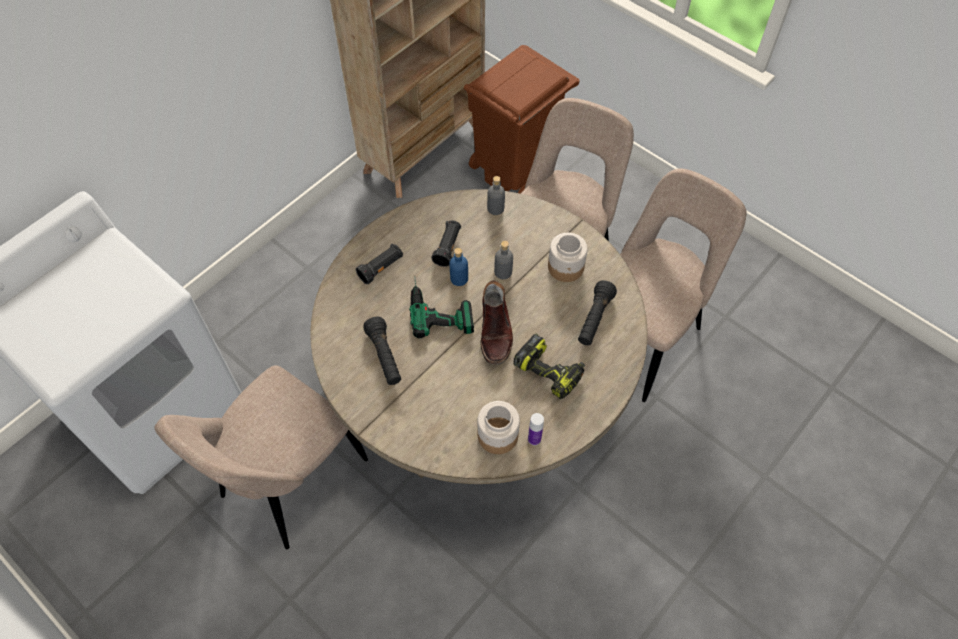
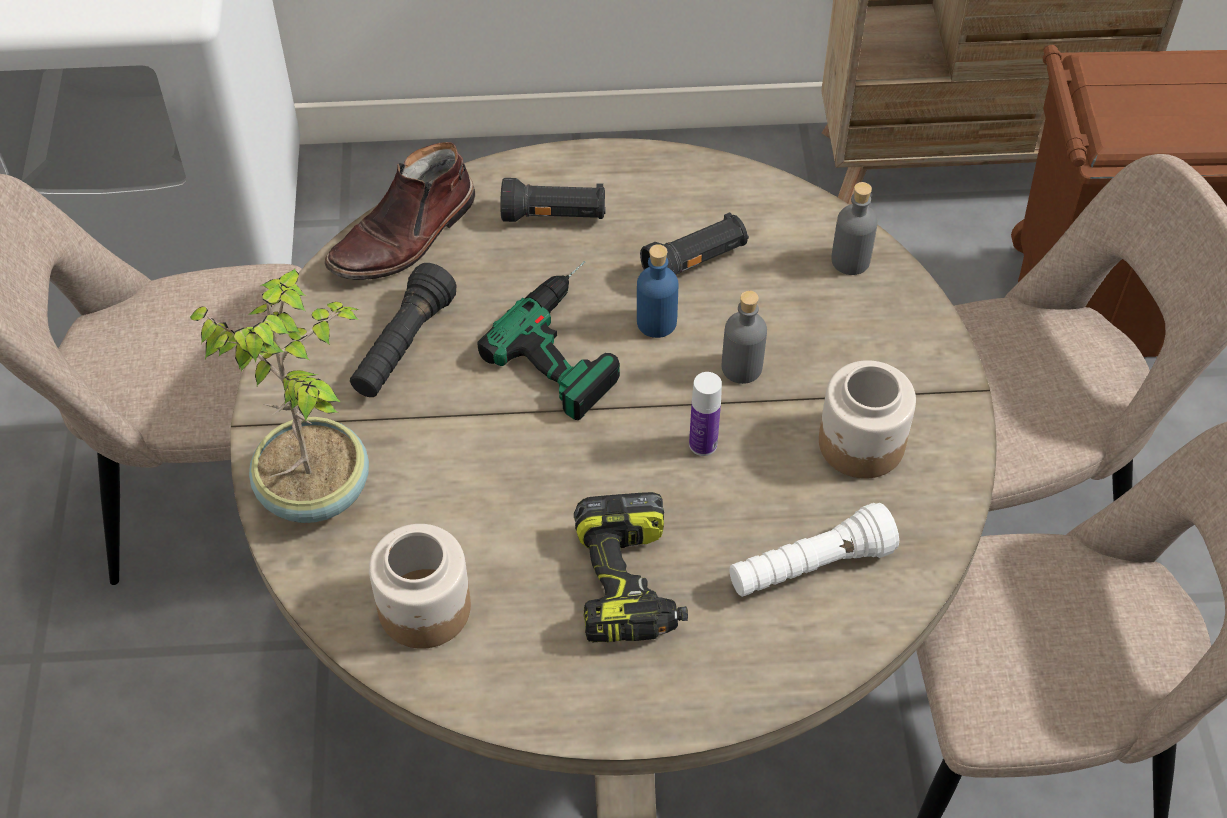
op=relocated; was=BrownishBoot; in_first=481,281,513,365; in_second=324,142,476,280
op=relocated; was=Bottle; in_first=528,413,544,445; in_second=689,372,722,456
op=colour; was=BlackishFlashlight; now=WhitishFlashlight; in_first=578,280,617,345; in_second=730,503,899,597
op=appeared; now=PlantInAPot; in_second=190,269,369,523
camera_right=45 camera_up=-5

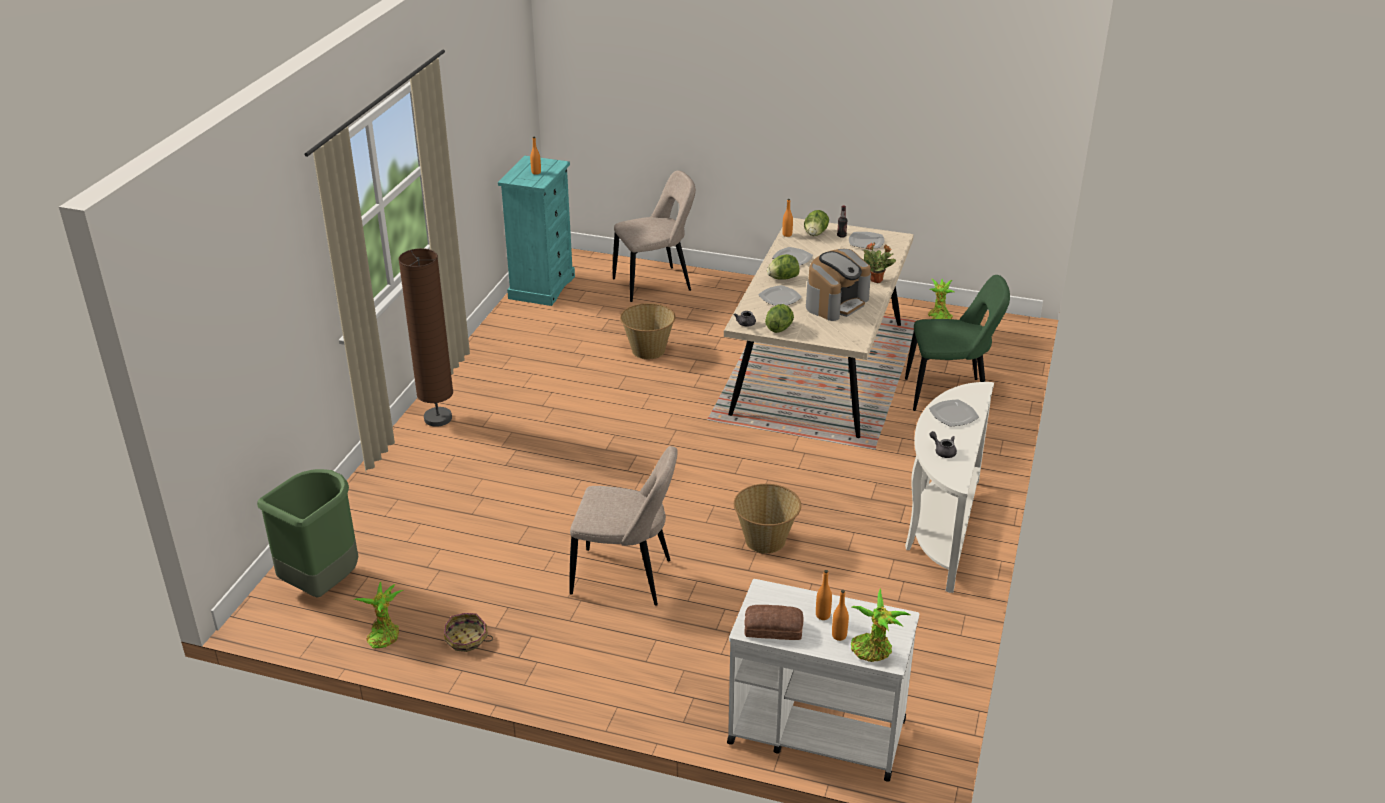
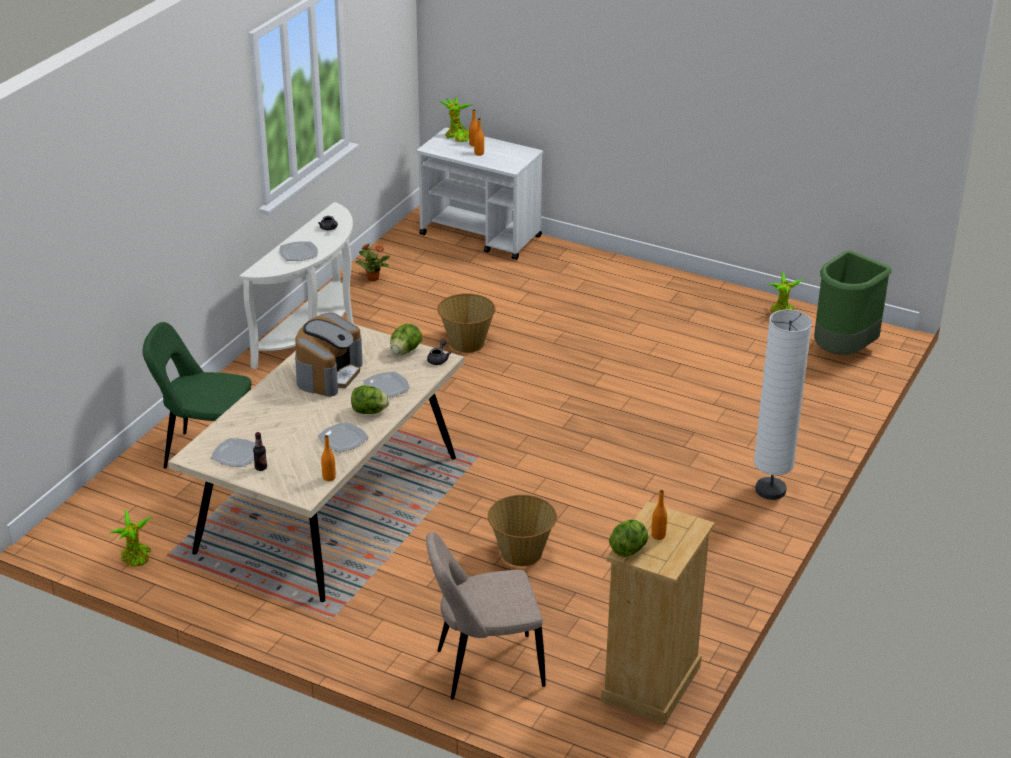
op=colour; was=BrownishFloorLamp; now=WhitishFloorLamp; in_first=399,248,453,427; in_second=754,310,812,500
op=missing; was=StorageBasket; in_first=444,613,493,652
op=colour; was=BlueGreenDrawerChest; now=BeigeColouredDrawerChest; in_first=498,156,575,306; in_second=601,502,715,725
op=missing; was=BeigeColouredUprightChair; in_first=569,446,678,606
op=missing; was=Bread; in_first=744,605,804,640
op=relocated; was=Lettuce; in_first=804,210,829,236; in_second=609,519,648,557
op=spun; was=CoffeeMaker; in_first=806,249,871,321; in_second=295,313,363,397; clockwise=150
op=relocated; was=PlantInAPot; in_first=863,243,896,283; in_second=355,244,390,282
camera_right=-170 camera_up=0

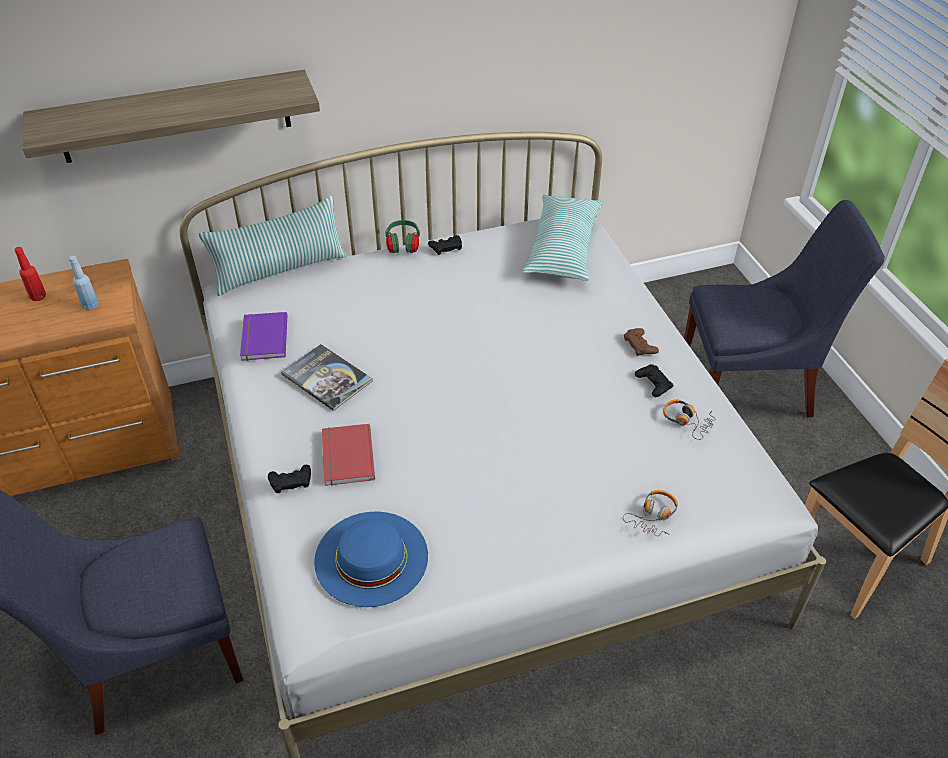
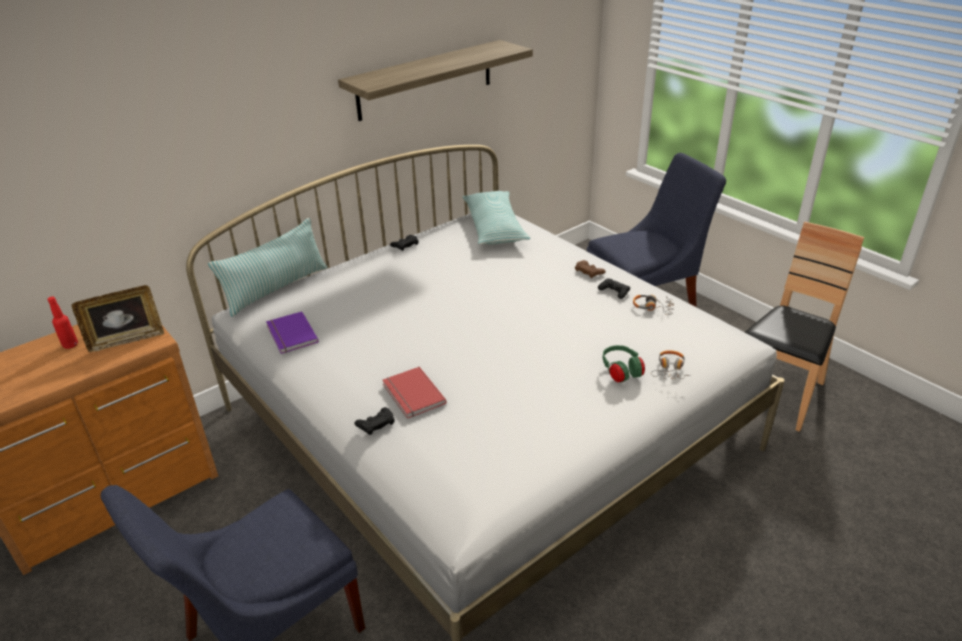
op=relocated; was=Shelf; in_first=23,70,320,163; in_second=338,40,533,121
op=exchanged; was=BlueBottle; now=StandingFrame; in_first=69,256,98,310; in_second=72,285,164,352
op=missing; was=BoundBook; in_first=281,344,373,411
op=missing; was=BlueHat; in_first=314,512,428,607
op=relocated; was=GreenPairOfHeadphones; in_first=386,220,420,253; in_second=602,345,645,382
camera_right=-20 camera_up=-10

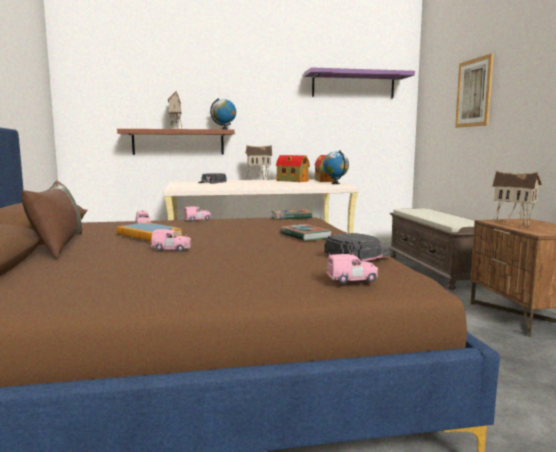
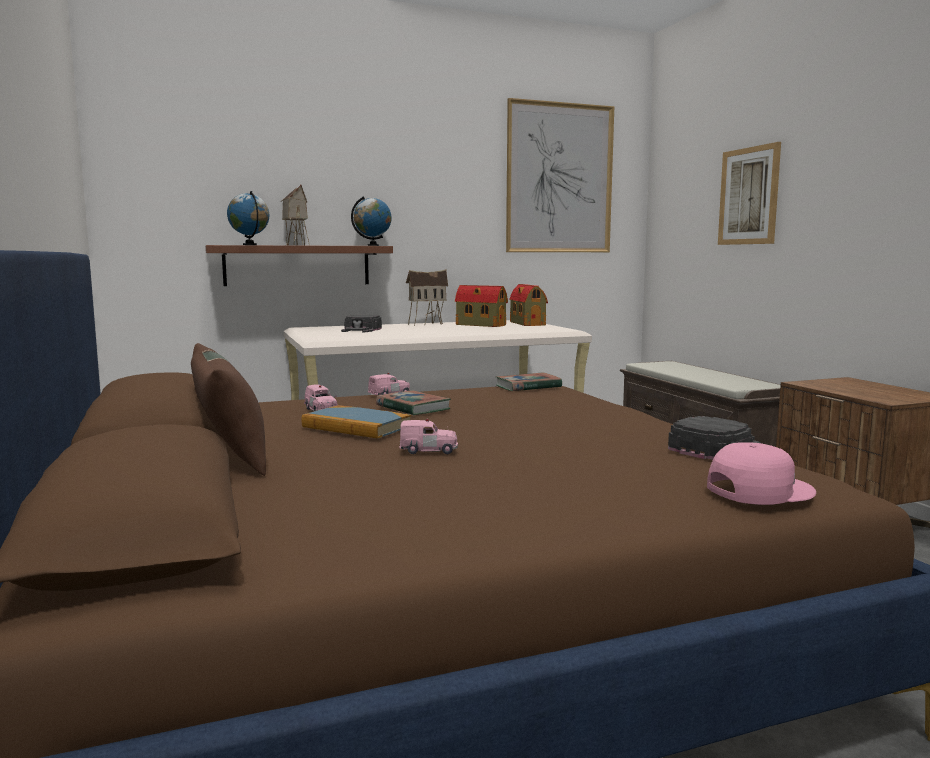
op=relocated; was=BoundBook; in_first=280,224,332,241; in_second=376,390,451,416
op=exchanged; was=PurplishShelf; now=WallPicture; in_first=304,67,415,98; in_second=506,98,614,252
op=relocated; was=WorldGlobe; in_first=323,150,349,184; in_second=227,191,269,245
op=exchanged; was=PinkColouredMiniatureCar; now=PinkColouredBaseballCap; in_first=326,253,378,284; in_second=707,442,816,505
op=missing; was=MiniatureHouse; in_first=492,171,542,227
camera_right=-10 camera_up=0

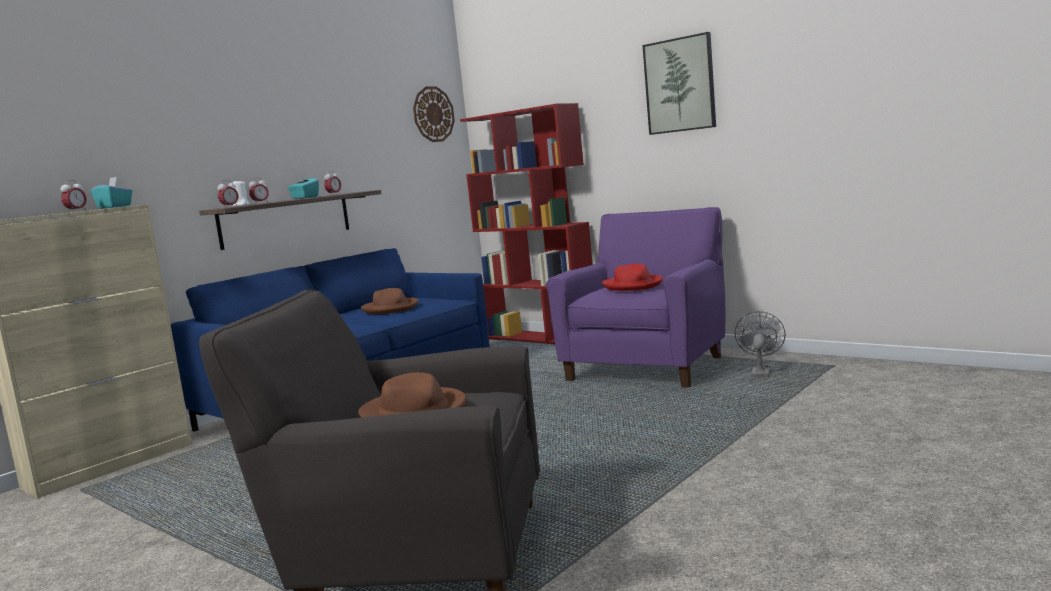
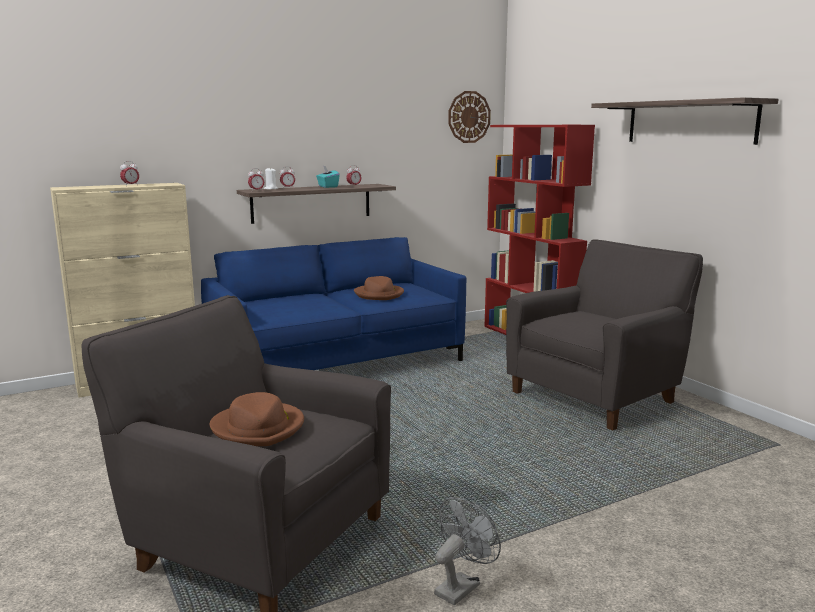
op=missing; was=BlueGreenTissueHolder; in_first=91,177,133,209
op=colour; was=PurplishEasyChair; now=GrayEasyChair; in_first=546,207,726,388; in_second=506,240,703,430
op=missing; was=RedColouredHat; in_first=602,264,663,291
op=exchanged; was=WallPicture; now=Shelf; in_first=642,32,716,135; in_second=591,97,779,145
op=relocated; was=GrayFan; in_first=735,311,786,377; in_second=434,497,501,605
camera_right=20 camera_up=5

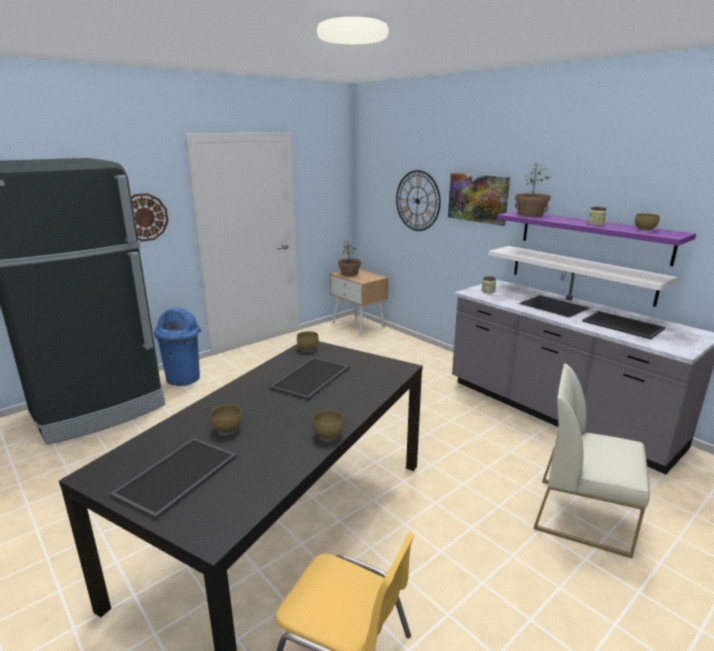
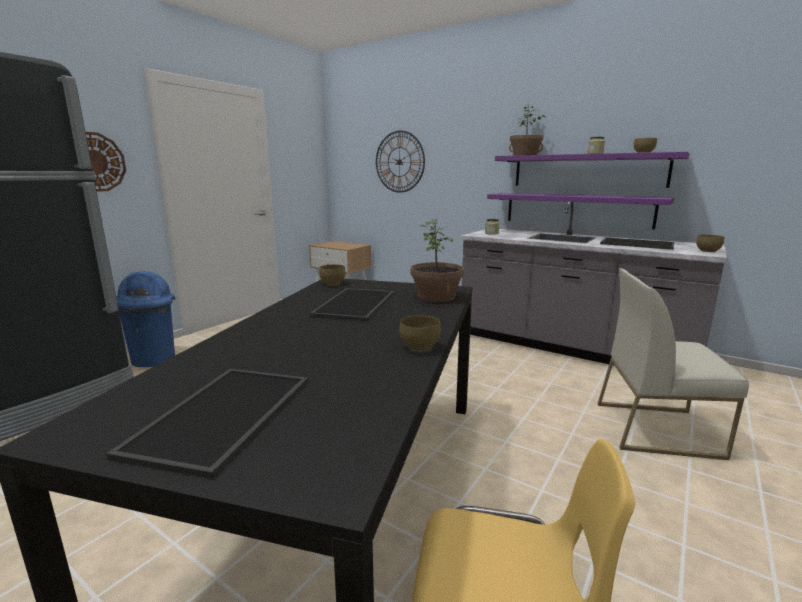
op=relocated; was=BrownishServingBowl; in_first=211,404,242,434; in_second=696,234,724,252
op=relocated; was=PlantInAPot; in_first=338,240,361,276; in_second=410,219,464,302
op=missing; was=WallPicture; in_first=448,173,510,226
op=colour; was=WhitishShelf; now=PurplishShelf; in_first=488,246,677,307; in_second=487,193,674,229
camera_right=-15 camera_up=-5

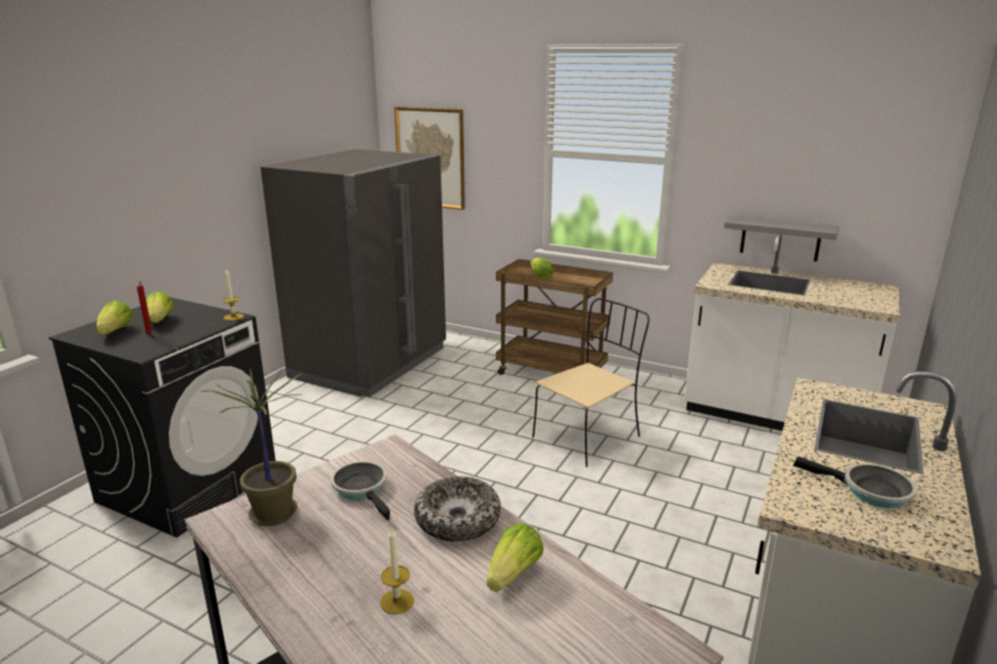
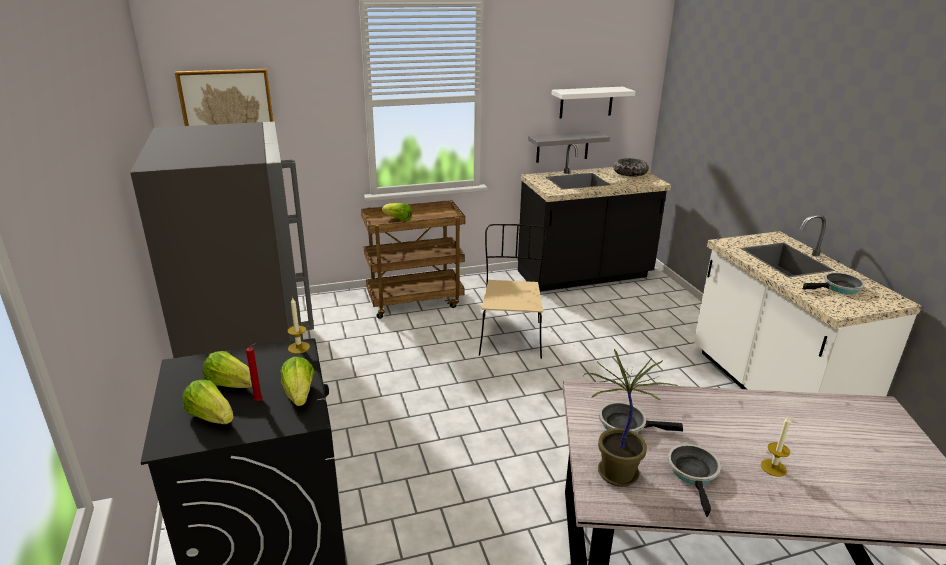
op=relocated; was=ServingBowl; in_first=414,476,501,541; in_second=613,158,649,177
op=relocated; was=Lettuce; in_first=487,523,543,592; in_second=281,357,315,406
op=colour; was=WhitishKitchenCounter; now=BlackishKitchenCounter; in_first=684,234,900,431; in_second=518,144,671,292
op=appeared; now=WhitishShelf; in_second=552,87,635,118
op=appeared; now=Skillet; in_second=668,444,721,517
camera_right=-45 camera_up=5

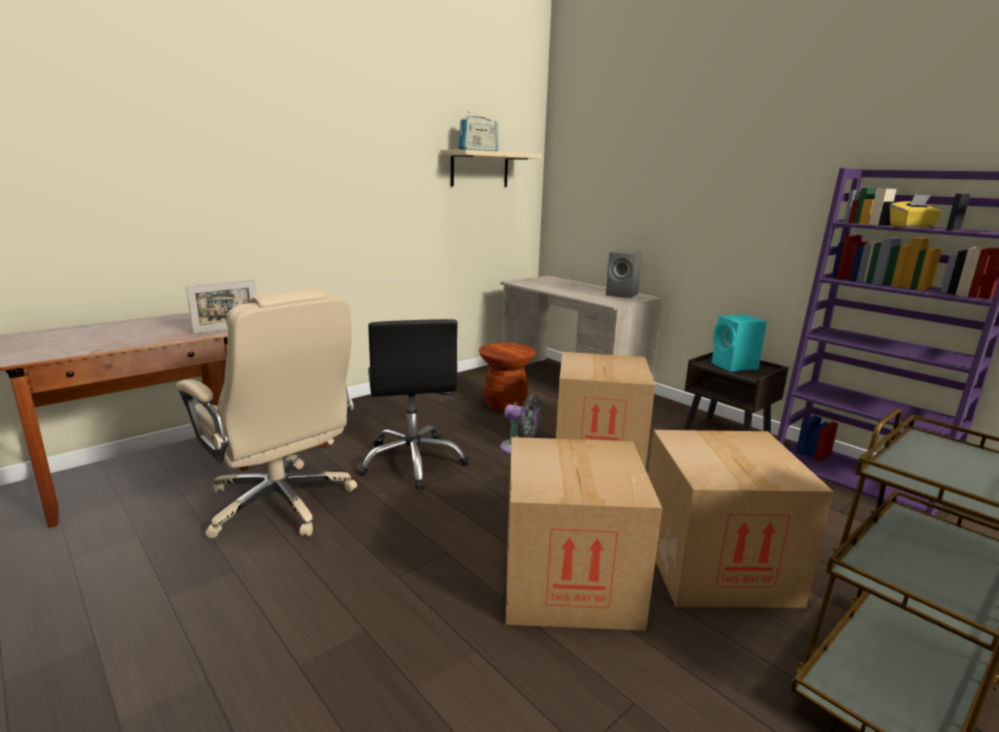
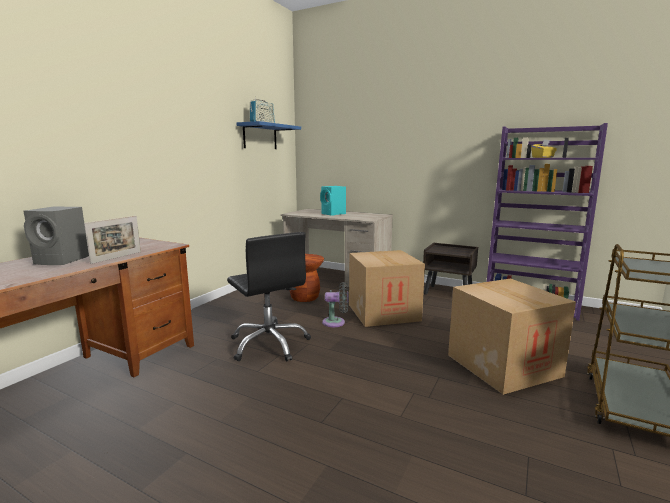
op=missing; was=BeigeColouredComputerChair; in_first=176,288,357,538
op=colour; was=BeigeColouredShelf; now=BlueShelf; in_first=441,150,542,187; in_second=236,121,301,149
op=missing; was=CardboardBox; in_first=506,437,662,631
op=relocated; was=GrayLoudspeaker; in_first=606,250,643,298; in_second=24,206,89,265
op=relocated; was=BlueGreenLoudspeaker; in_first=712,314,767,372; in_second=320,186,346,215
camera_right=-20 camera_up=-5

